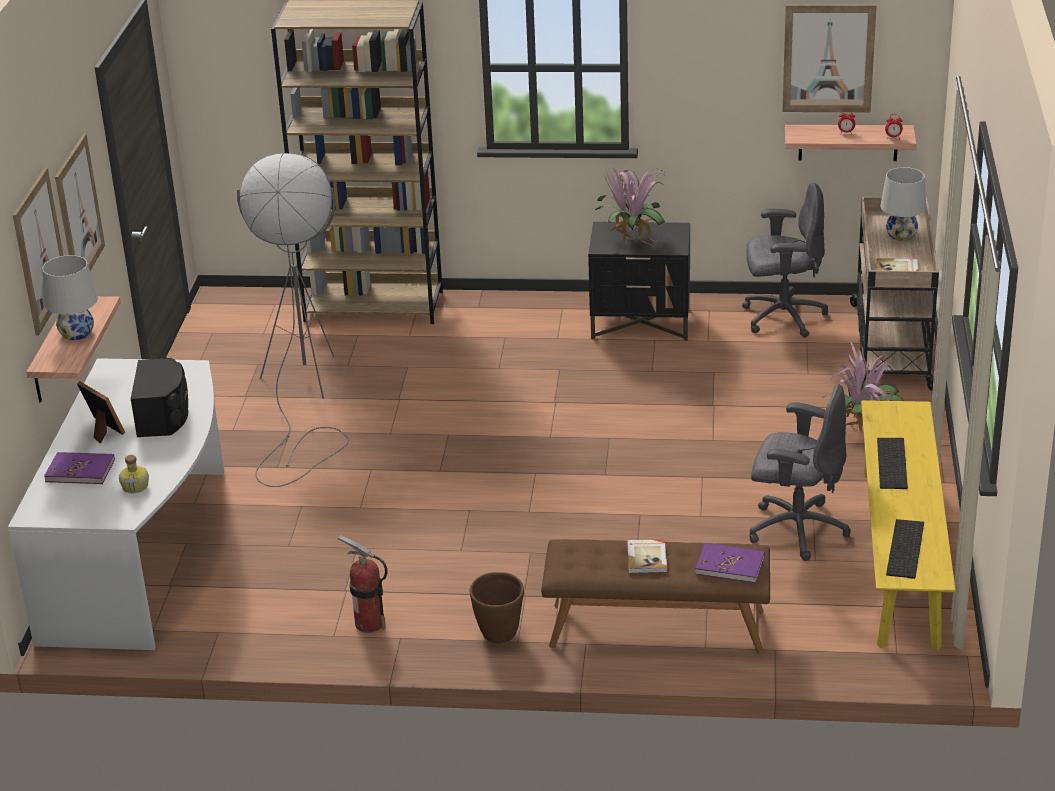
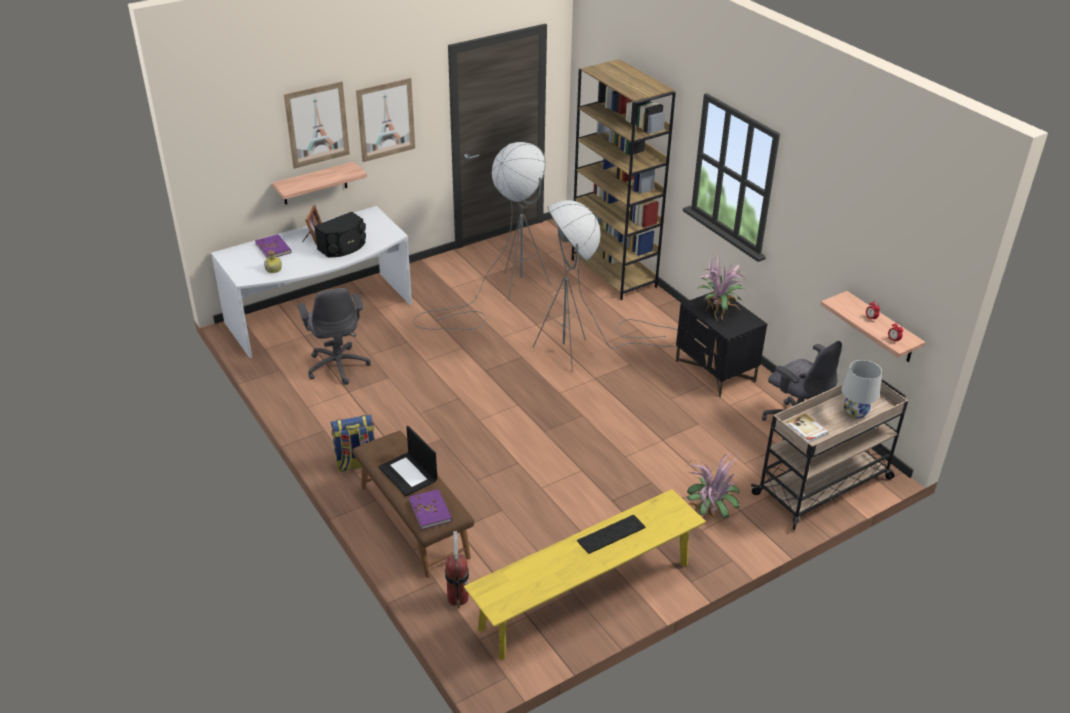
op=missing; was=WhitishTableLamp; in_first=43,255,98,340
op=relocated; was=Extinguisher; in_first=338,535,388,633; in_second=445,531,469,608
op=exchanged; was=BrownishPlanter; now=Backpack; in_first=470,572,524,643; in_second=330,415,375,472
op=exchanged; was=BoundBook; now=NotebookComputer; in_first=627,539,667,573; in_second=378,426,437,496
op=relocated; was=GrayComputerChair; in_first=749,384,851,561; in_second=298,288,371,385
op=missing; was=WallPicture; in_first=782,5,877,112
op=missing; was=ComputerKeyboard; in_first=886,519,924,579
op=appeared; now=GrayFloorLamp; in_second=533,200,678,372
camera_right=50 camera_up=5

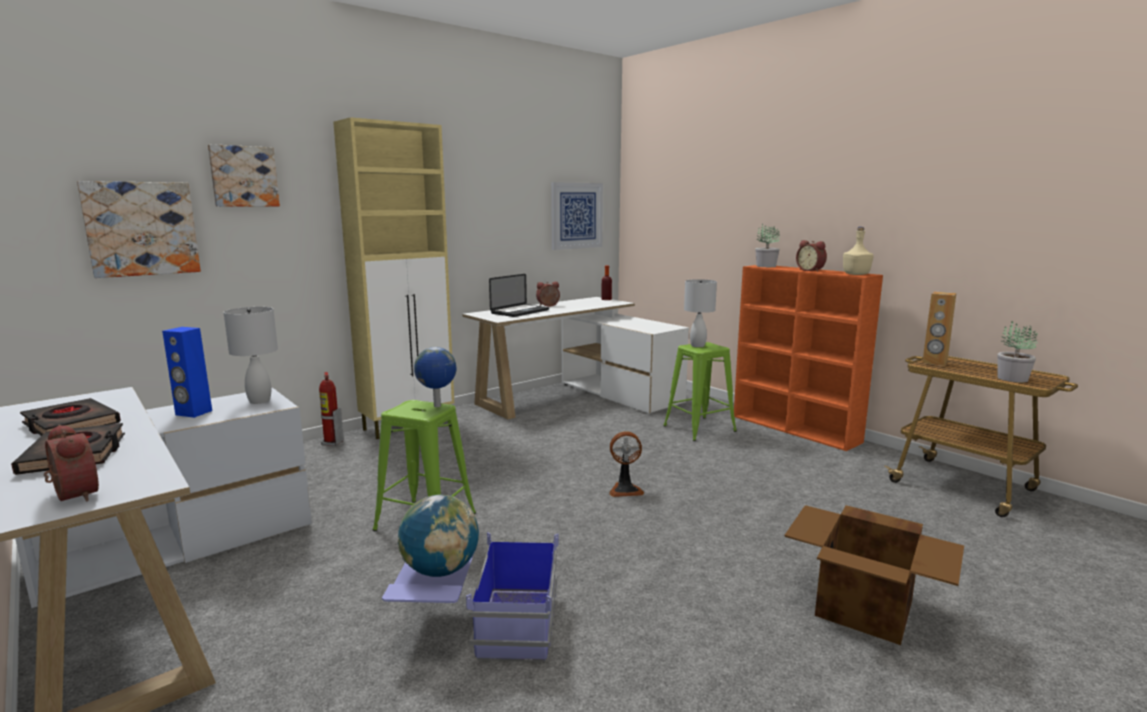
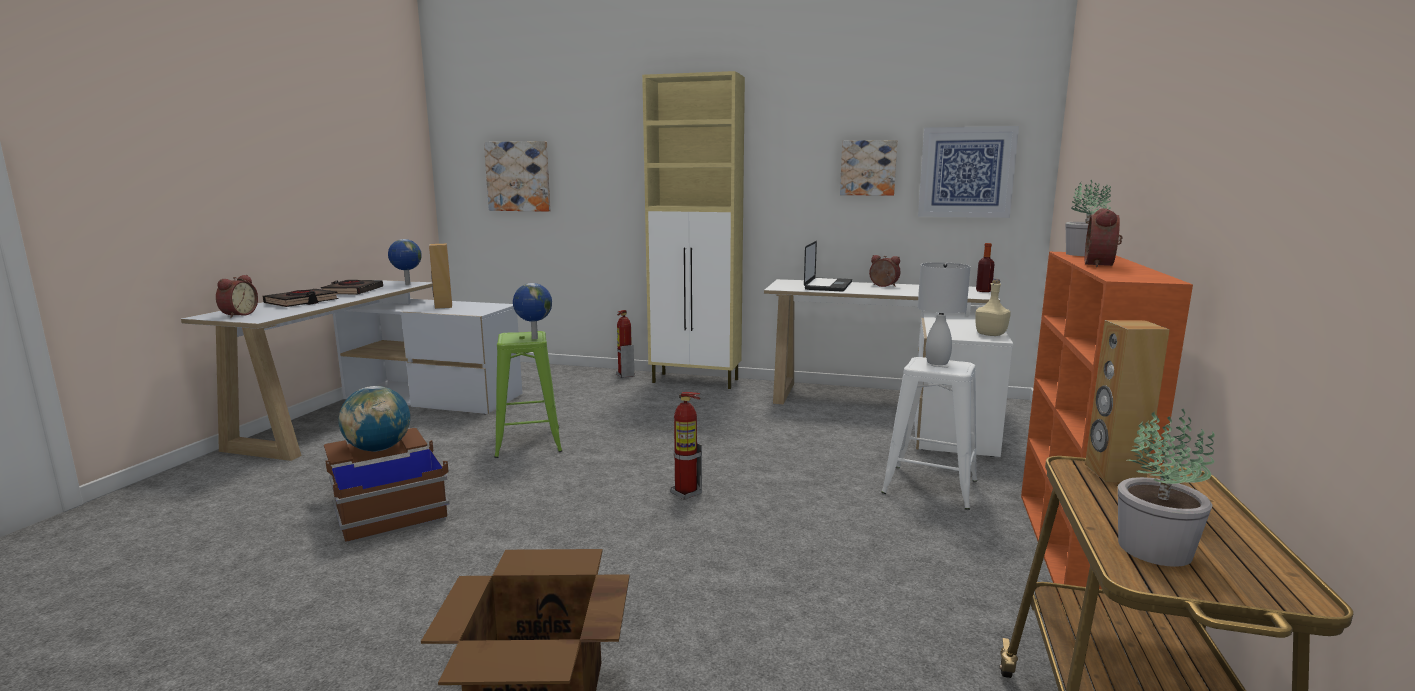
op=colour; was=BlueLoudspeaker; now=BrownishLoudspeaker; in_first=162,327,212,418; in_second=429,244,452,309
op=relocated; was=WallPicture; in_first=208,144,280,207; in_second=840,140,897,196
op=missing; was=WhitishTableLamp; in_first=223,307,278,404
op=colour; was=BlueStorageContainer; now=BrownishStorageContainer; in_first=382,532,559,662; in_second=324,428,449,544
op=spun; was=NotebookComputer; in_first=489,274,549,317; in_second=804,241,852,292; clockwise=-75
op=exchanged; was=Fan; now=Extinguisher; in_first=609,431,644,497; in_second=670,392,702,500
op=colour; was=GreenStoolSeat; now=WhitishStoolSeat; in_first=663,342,737,441; in_second=881,357,977,510
op=relocated; was=BeigeColouredBottle; in_first=843,227,874,275; in_second=975,279,1011,336
op=appeared; now=WorldGlobe; in_second=388,239,422,285
camera_right=55 camera_up=0

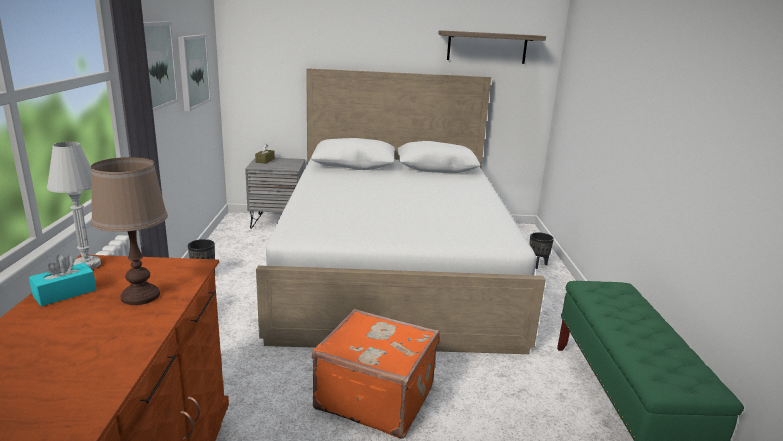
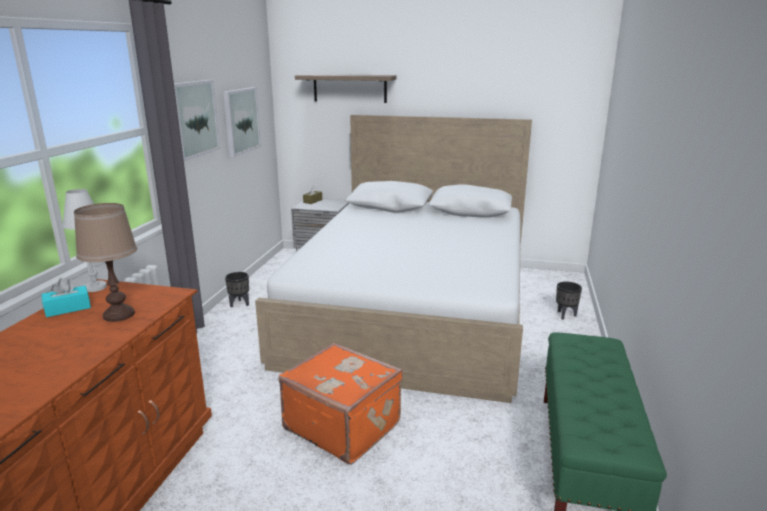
op=relocated; was=Shelf; in_first=438,30,546,64; in_second=295,74,397,103
camera_right=15 camera_up=0

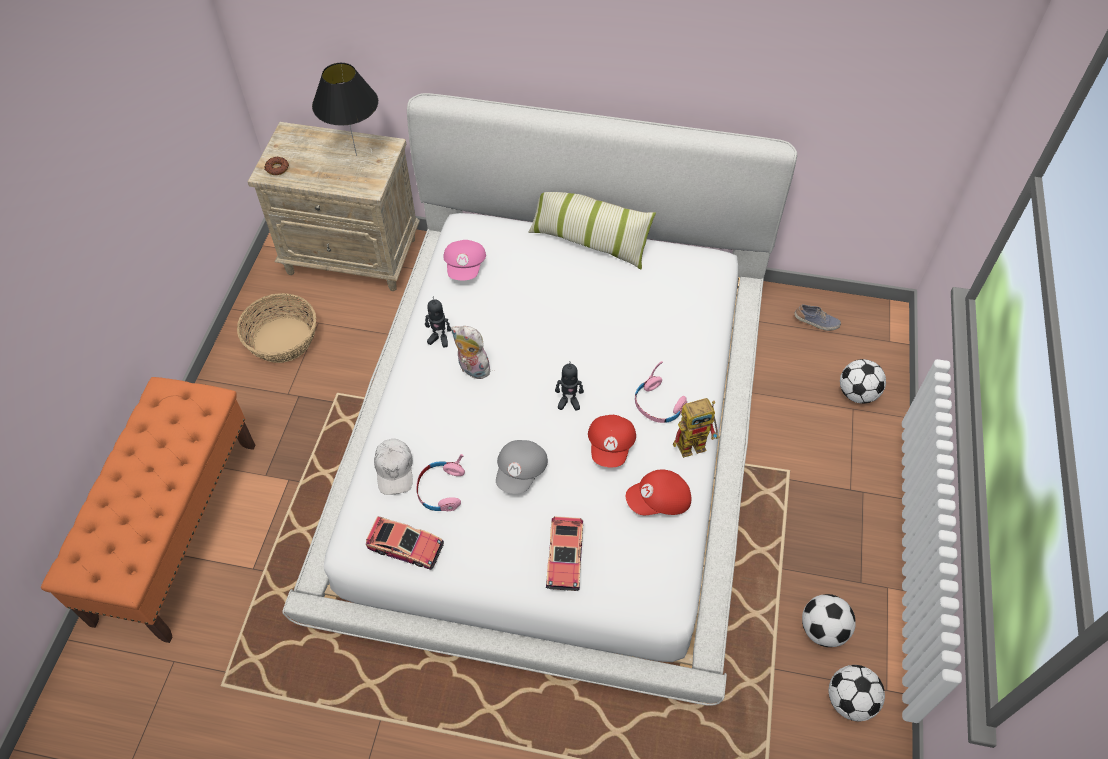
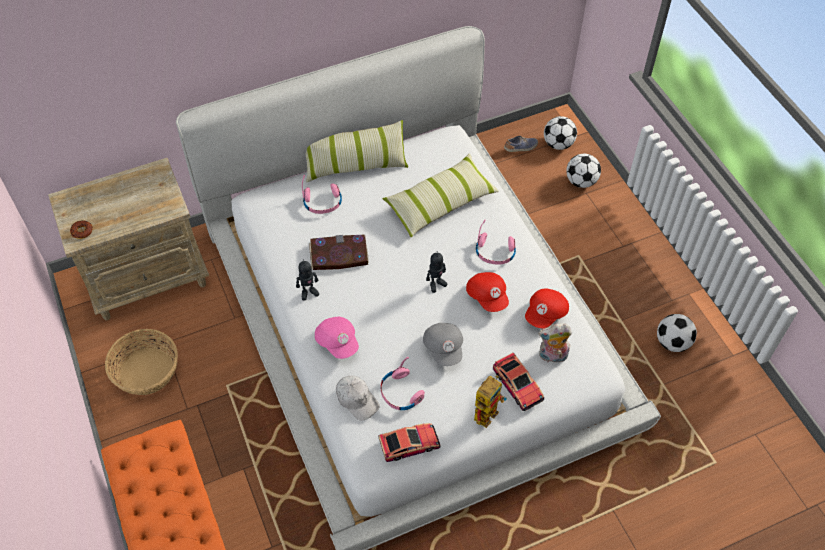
op=missing; was=BlackishTableLamp; in_first=312,63,378,156
op=relocated; was=PinkColouredBaseballCap; in_first=443,240,486,280; in_second=315,317,359,359
op=relocated; was=SoftToy; in_first=451,326,490,380; in_second=538,323,572,363
op=relocated; was=ToyRobot; in_first=673,398,719,458; in_second=474,375,507,428
op=relocated; was=BallForFootball; in_first=828,665,885,721; in_second=544,116,577,150
op=appeared; now=PinkColouredPairOfHeadphones; in_second=302,175,342,214
op=appeared; now=BoundBook; in_second=309,235,369,270
op=appeared; now=Pillow; in_second=382,154,499,237
camera_right=-35 camera_up=0

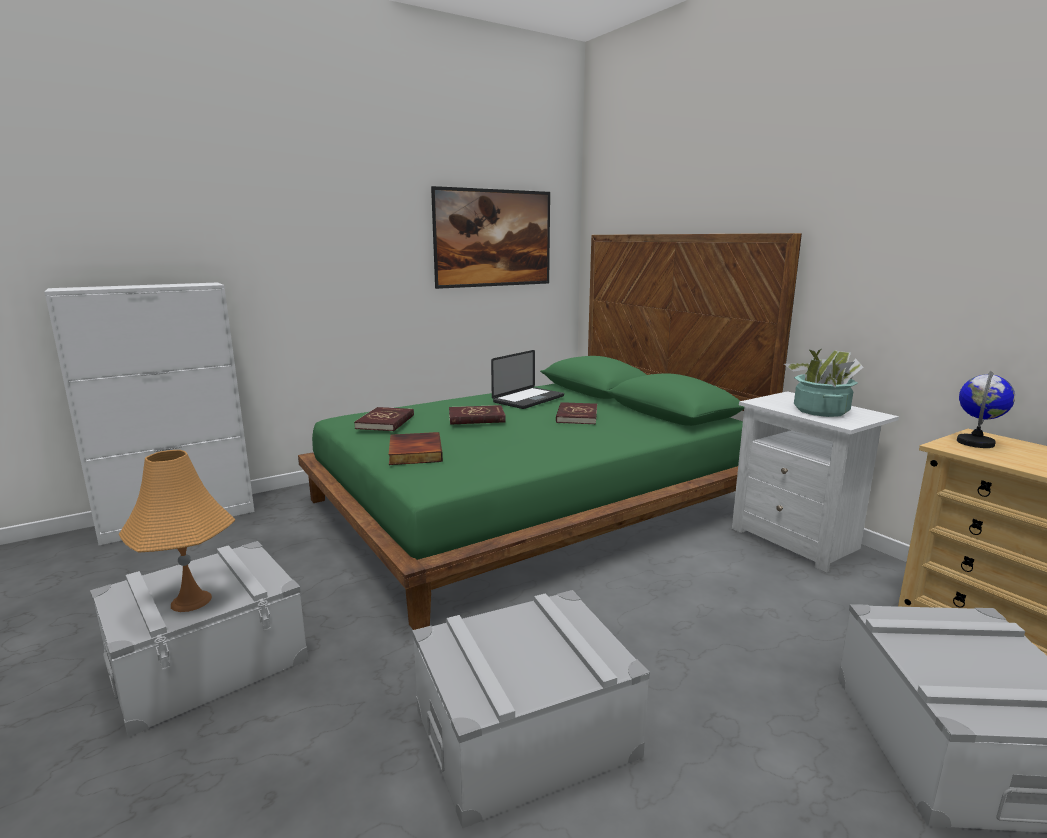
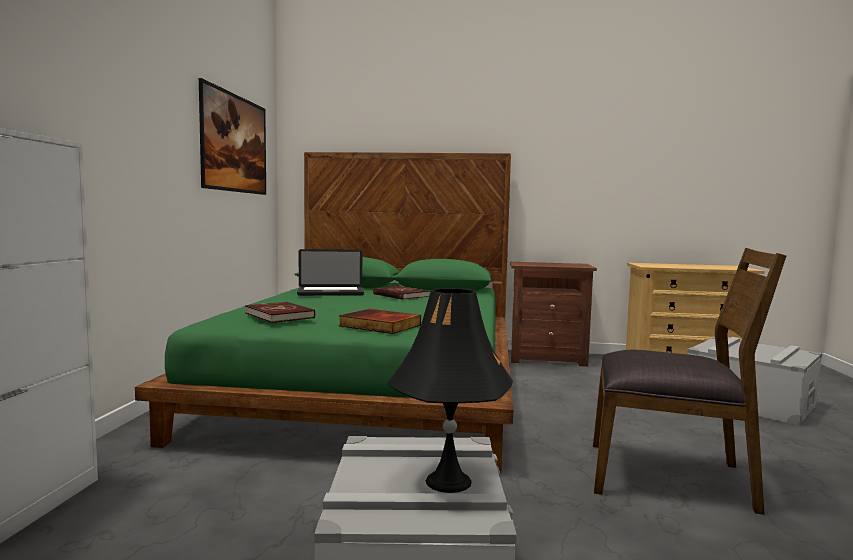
op=colour; was=OrangeyTableLamp; now=BlackishTableLamp; in_first=119,450,236,612; in_second=387,288,513,493
op=exchanged; was=GrayStorageContainer; now=BrownishUprightChair; in_first=412,590,650,829; in_second=593,248,786,515
op=missing; was=RedColouredBoundBook; in_first=449,405,506,425
op=spun; was=NotebookComputer; in_first=491,350,564,409; in_second=297,249,364,296; clockwise=90
op=colour; was=WhitishNightstand; now=BrownishNightstand; in_first=732,391,899,572; in_second=510,262,597,367
op=missing; was=PlantInAPot; in_first=784,349,863,417
op=missing; was=WorldGlobe; in_first=957,371,1015,448
camera_right=-50 camera_up=-10

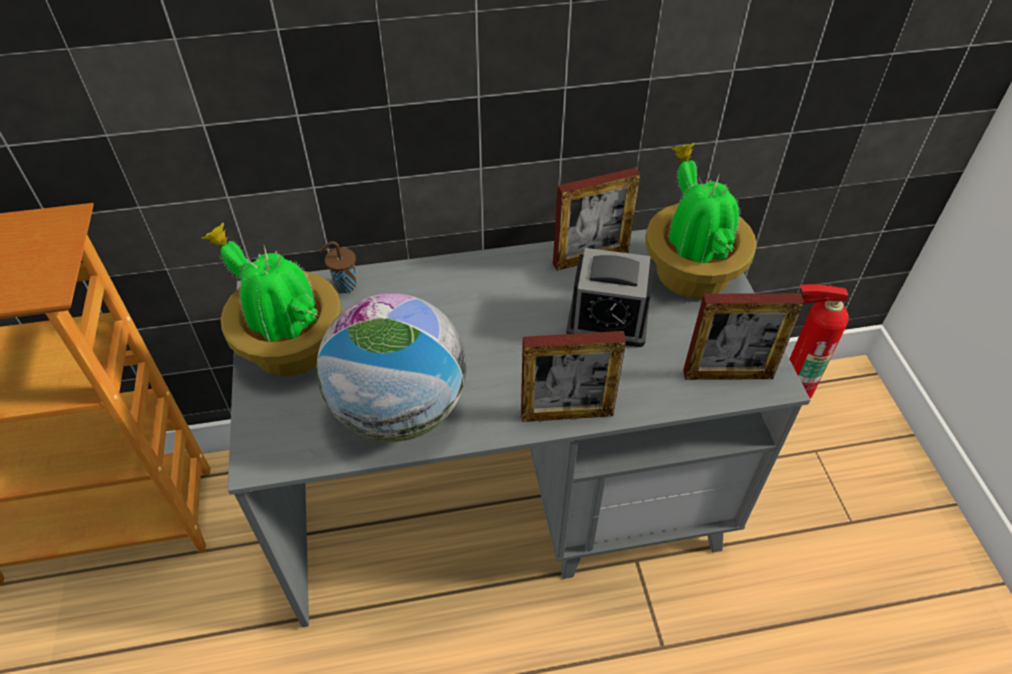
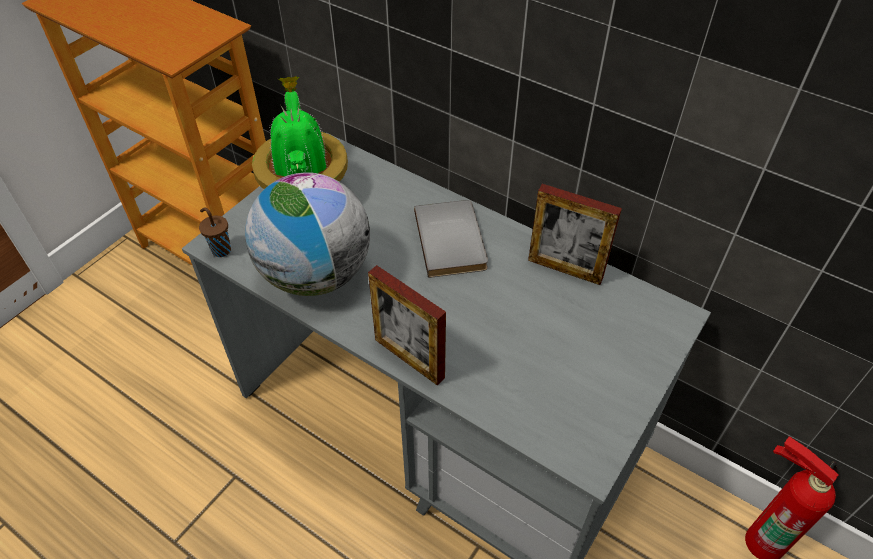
op=relocated; was=BrownishCup; in_first=319,241,356,293; in_second=199,207,231,257
op=missing; was=AlarmClock; in_first=566,248,654,347
op=missing; was=PlantInAPot; in_first=645,143,757,299
op=missing; was=StandingFrame; in_first=683,293,804,380
op=appeared; now=GrayBoundBook; in_second=414,200,488,278
camera_right=45 camera_up=0

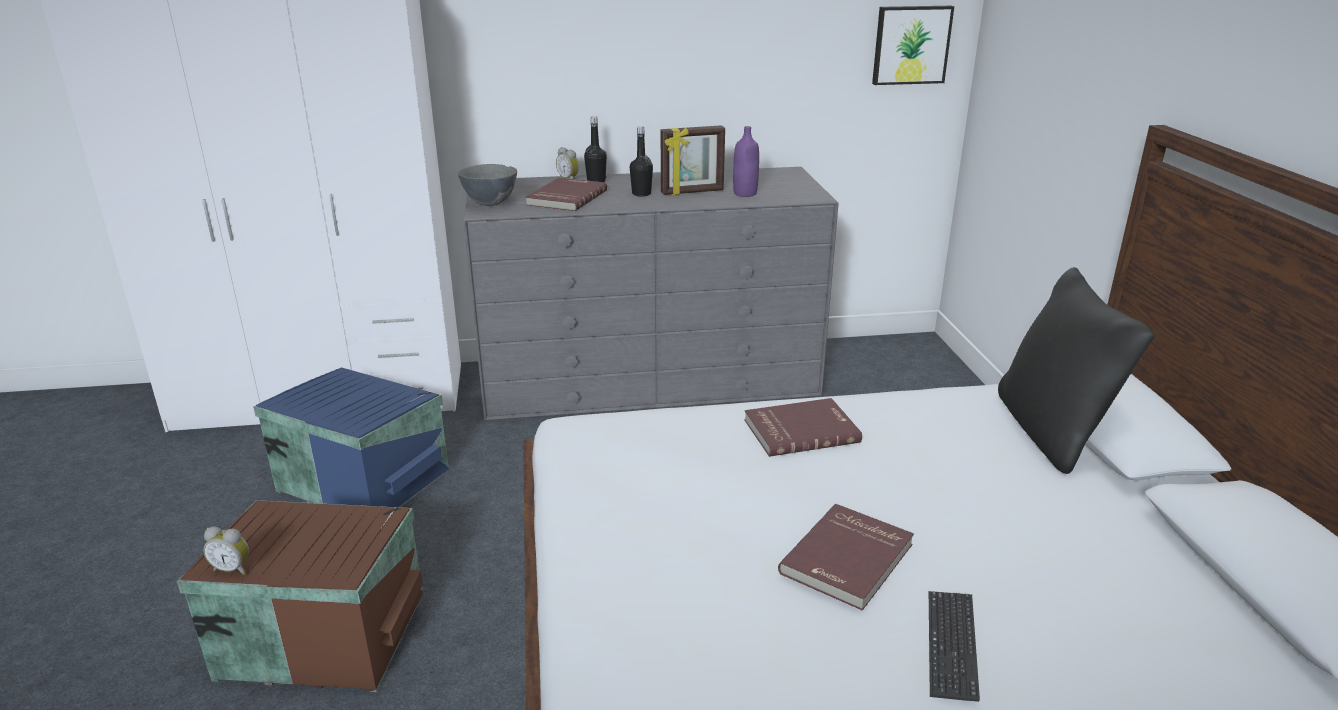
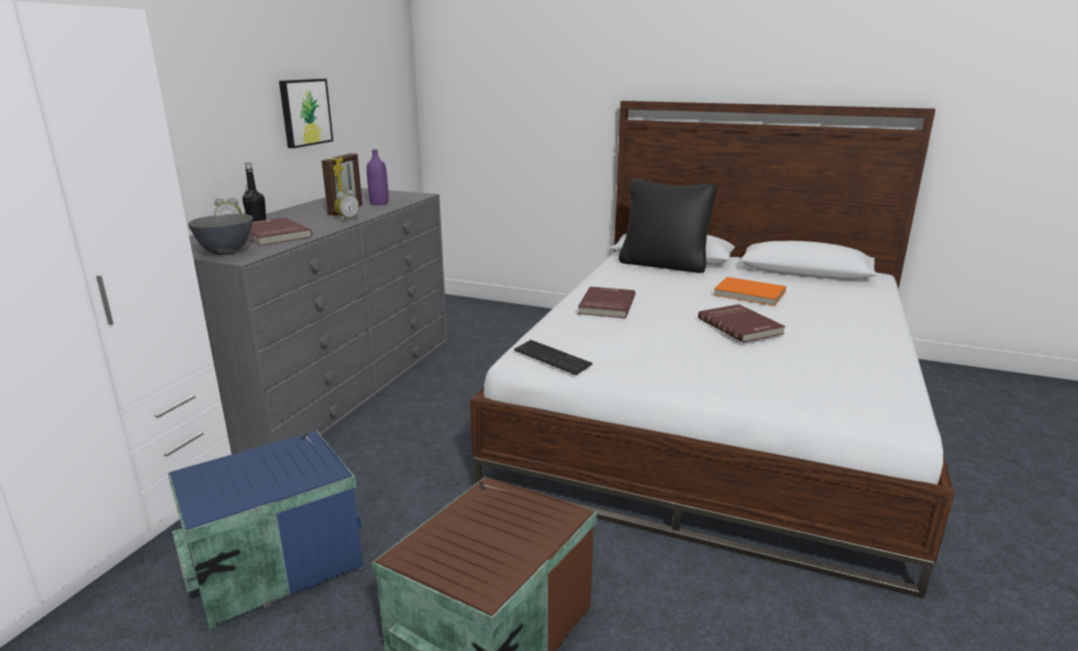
op=relocated; was=AlarmClock; in_first=203,526,249,575; in_second=335,190,359,222
op=missing; was=BlackishBottle; in_first=630,126,653,197
op=relocated; was=WallPicture; in_first=872,6,954,85; in_second=279,79,333,148
op=relocated; was=ComputerKeyboard; in_first=929,591,980,702; in_second=514,340,593,375
op=appeared; now=OrangeyBoundBook; in_second=713,277,786,306
camera_right=-60 camera_up=-5

